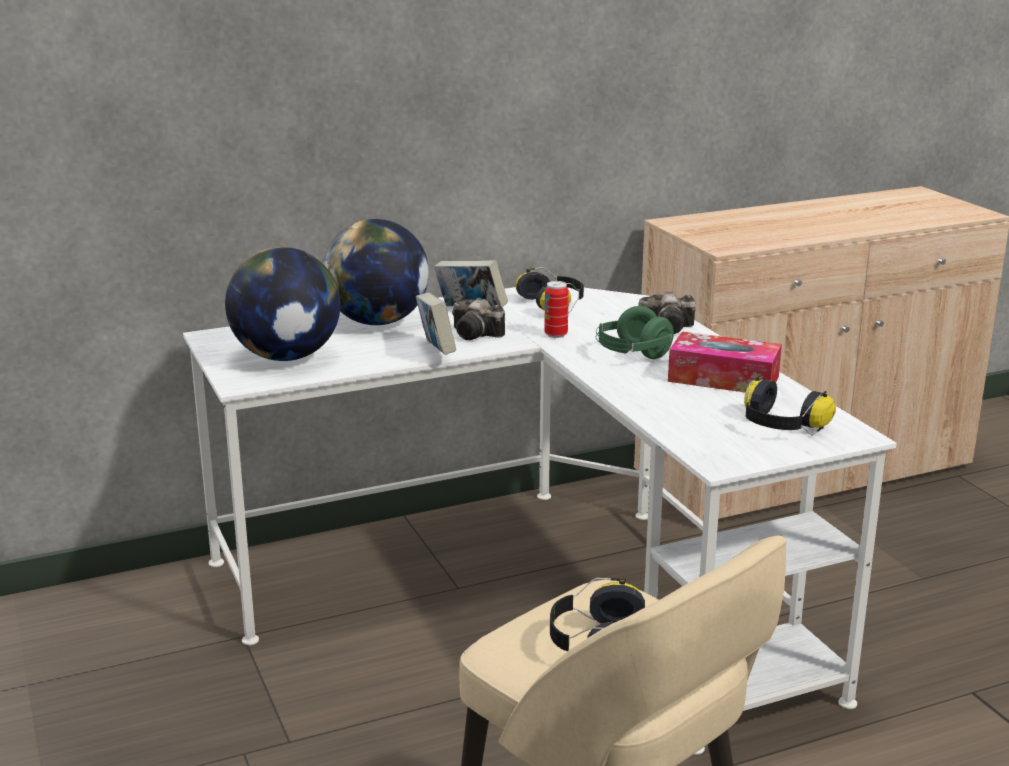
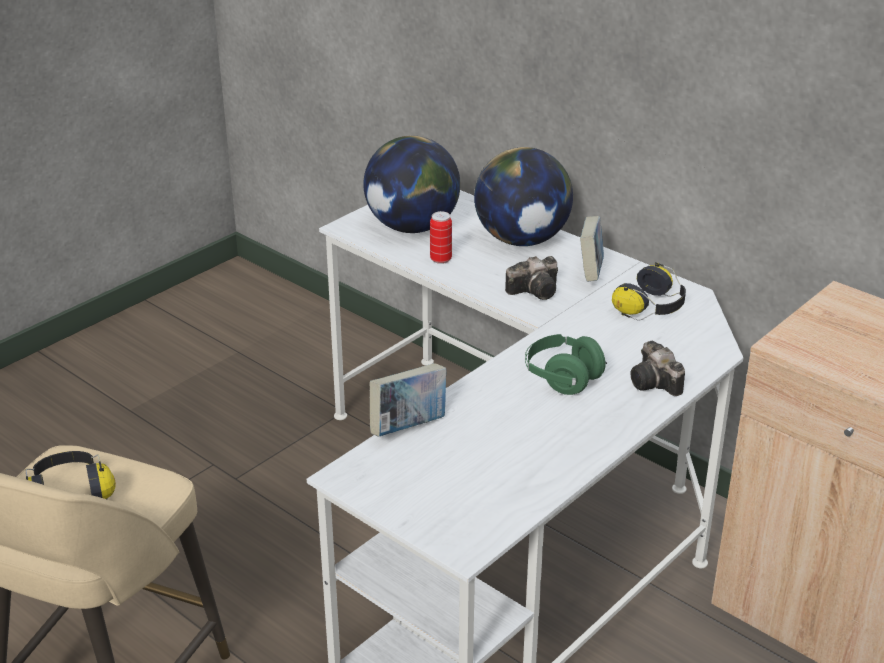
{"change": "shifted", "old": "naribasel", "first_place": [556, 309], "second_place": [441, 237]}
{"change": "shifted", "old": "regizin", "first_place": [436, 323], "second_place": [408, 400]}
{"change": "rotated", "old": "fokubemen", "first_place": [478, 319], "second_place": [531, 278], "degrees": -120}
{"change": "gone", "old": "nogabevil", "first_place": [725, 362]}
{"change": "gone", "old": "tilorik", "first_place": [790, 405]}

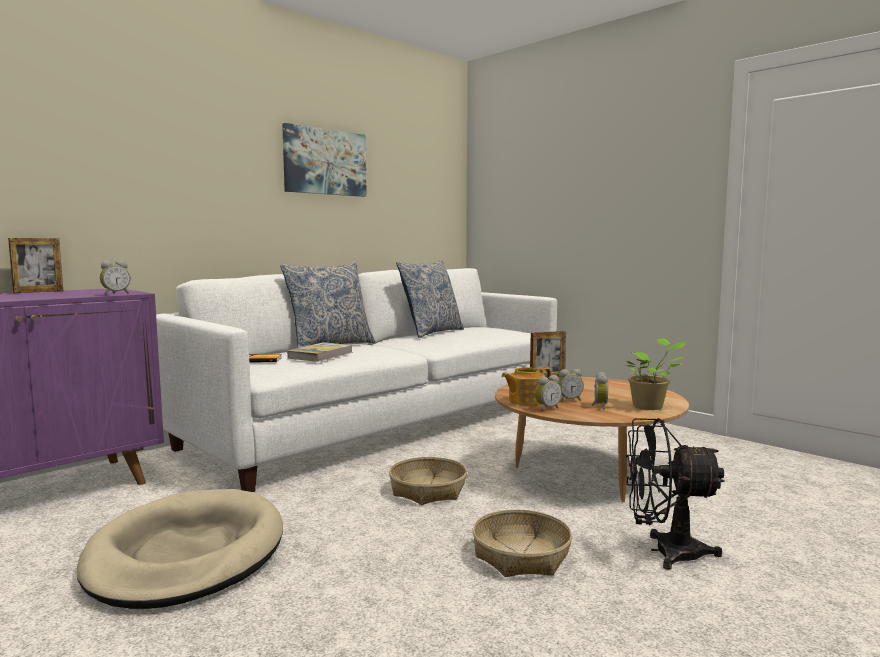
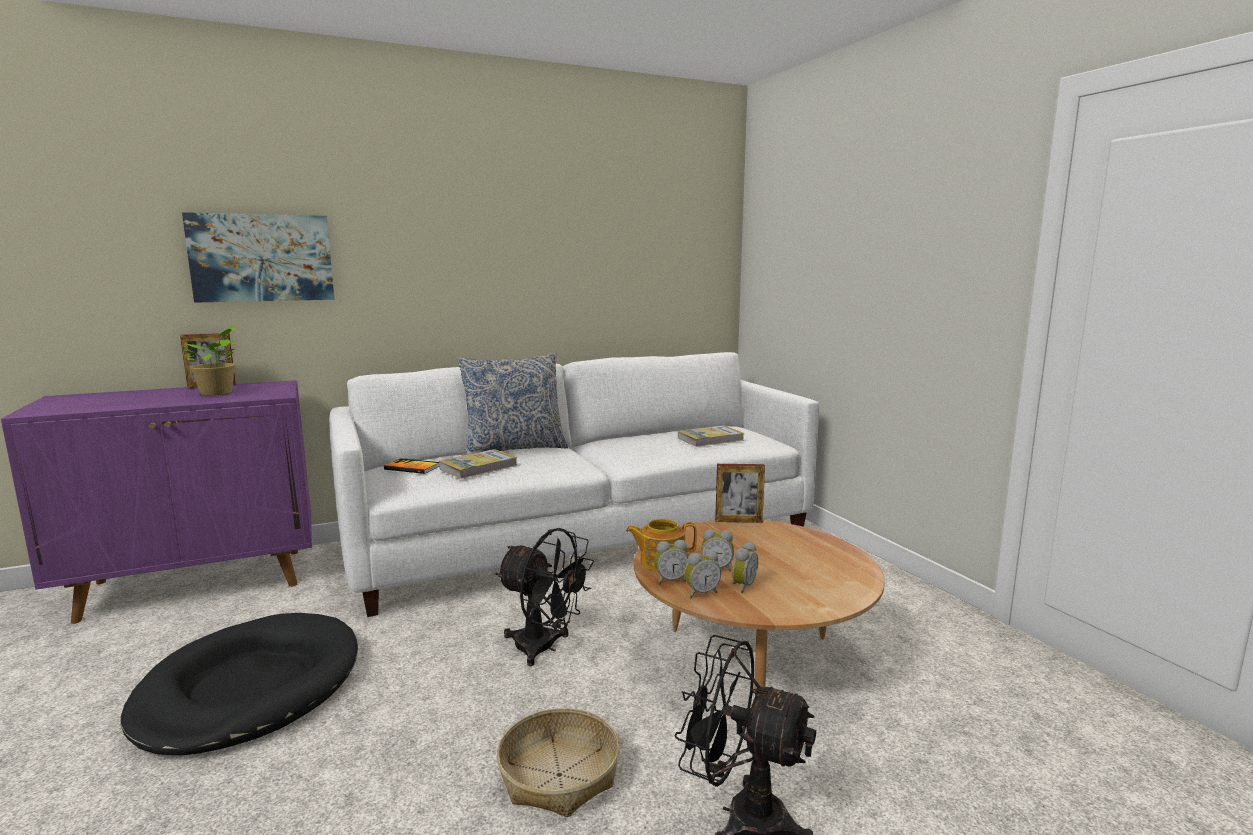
{"change": "shifted", "old": "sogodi", "first_place": [324, 160], "second_place": [258, 257]}
{"change": "shifted", "old": "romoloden", "first_place": [115, 277], "second_place": [702, 574]}
{"change": "gone", "old": "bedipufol", "first_place": [430, 299]}
{"change": "shifted", "old": "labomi", "first_place": [655, 374], "second_place": [210, 360]}
{"change": "swapped", "old": "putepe", "new": "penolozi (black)", "first_place": [428, 481], "second_place": [544, 597]}
{"change": "repainted", "old": "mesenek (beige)", "new": "mesenek (black)", "first_place": [180, 549], "second_place": [239, 684]}
{"change": "new", "new": "regizin", "second_place": [711, 436]}

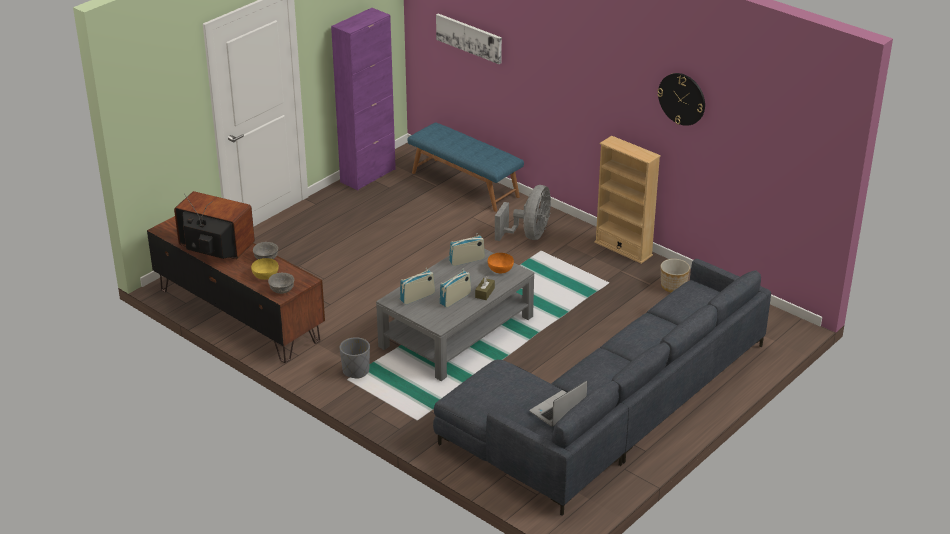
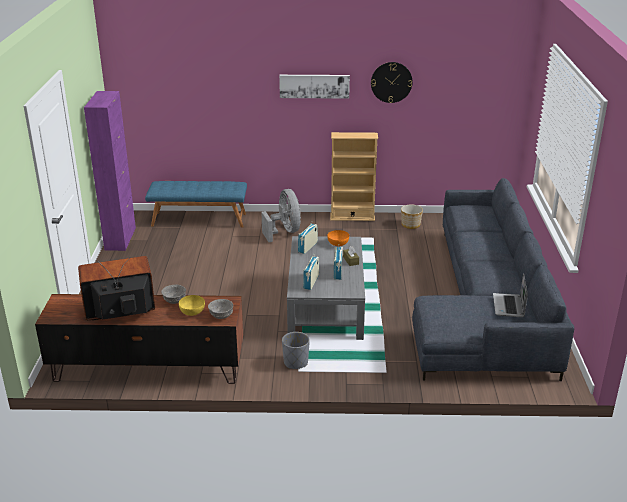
{"change": "shifted", "old": "sogodi", "first_place": [469, 38], "second_place": [314, 87]}

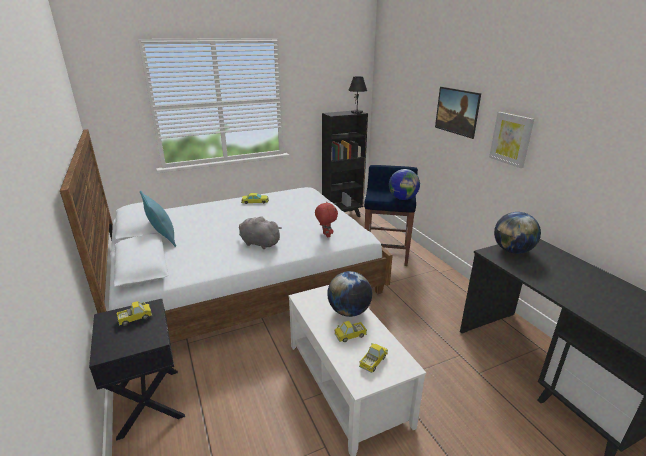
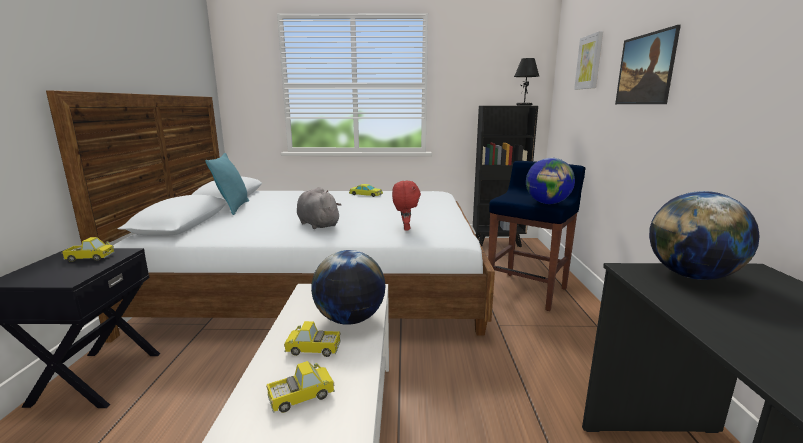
{"change": "shifted", "old": "sogodi", "first_place": [511, 140], "second_place": [588, 60]}

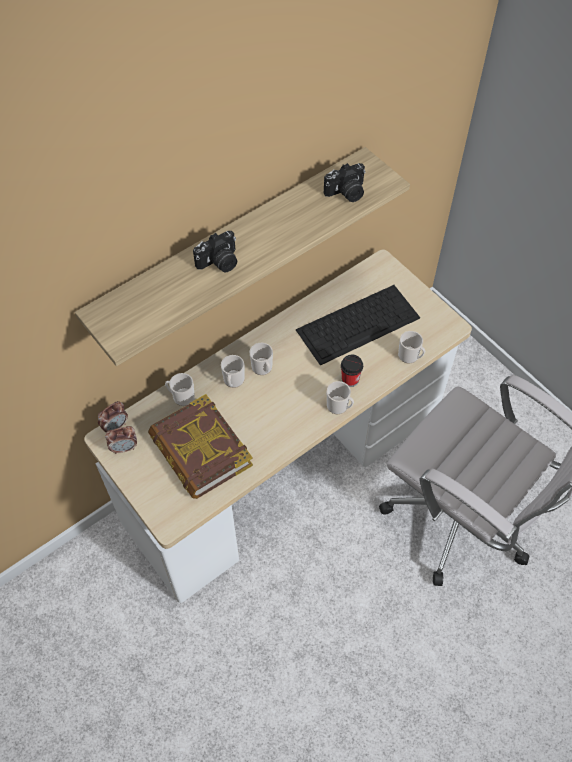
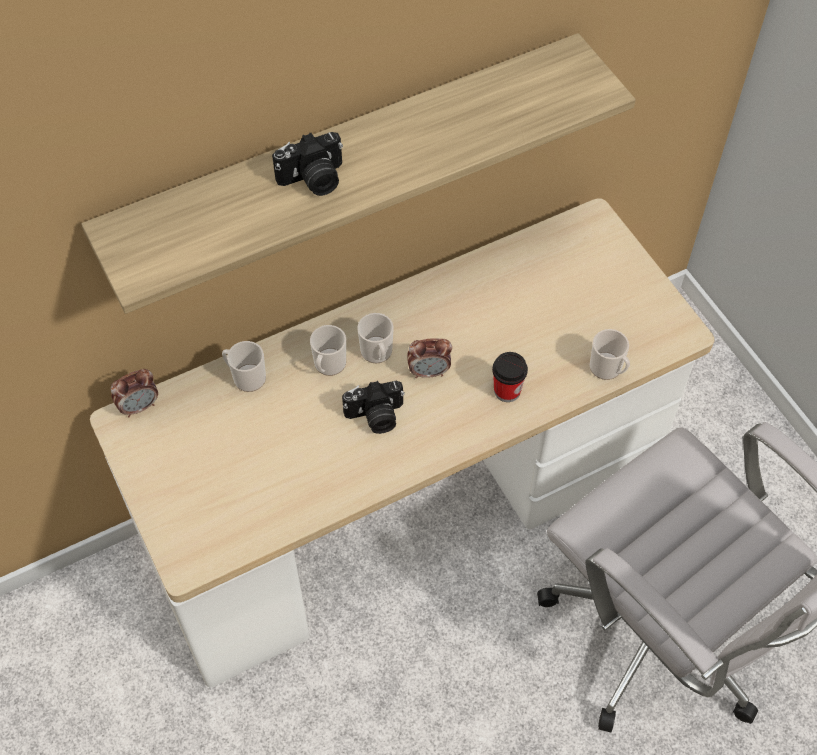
{"change": "shifted", "old": "fokubemen", "first_place": [345, 182], "second_place": [373, 407]}
{"change": "gone", "old": "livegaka", "first_place": [358, 325]}
{"change": "gone", "old": "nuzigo", "first_place": [340, 397]}
{"change": "gone", "old": "regizin", "first_place": [200, 446]}
{"change": "shifted", "old": "romoloden", "first_place": [121, 440], "second_place": [430, 358]}

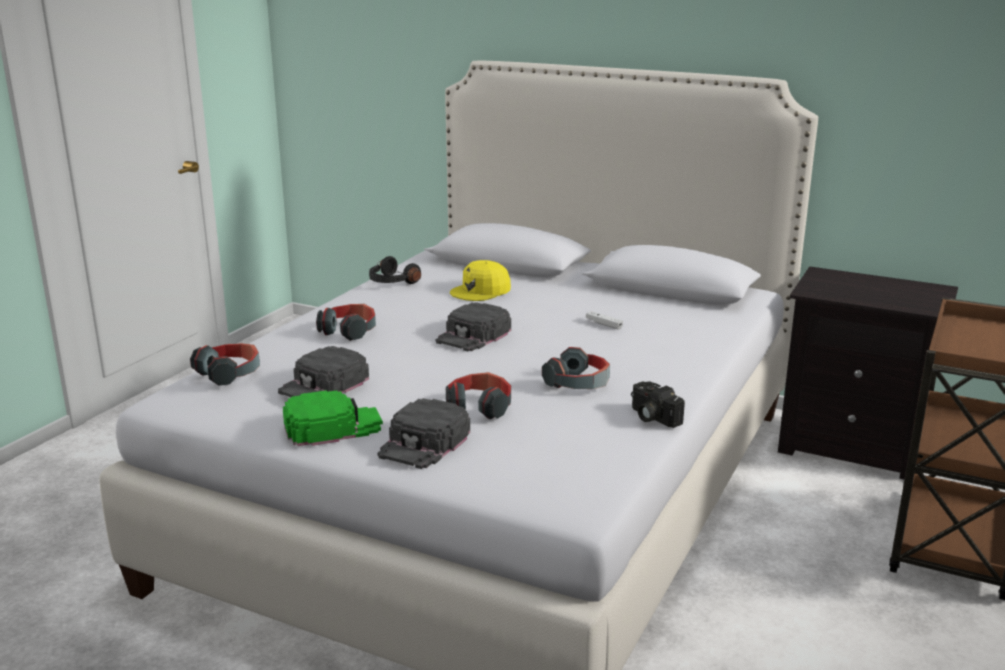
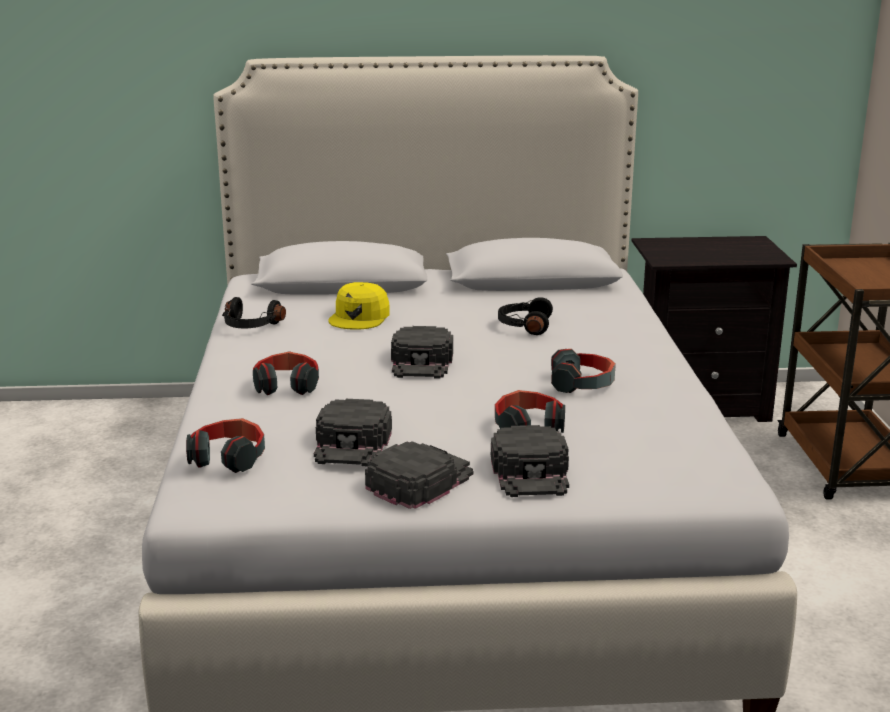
{"change": "swapped", "old": "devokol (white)", "new": "tilorik (black)", "first_place": [604, 320], "second_place": [525, 316]}
{"change": "gone", "old": "fokubemen", "first_place": [658, 404]}
{"change": "repainted", "old": "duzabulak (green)", "new": "duzabulak (black)", "first_place": [333, 418], "second_place": [419, 475]}

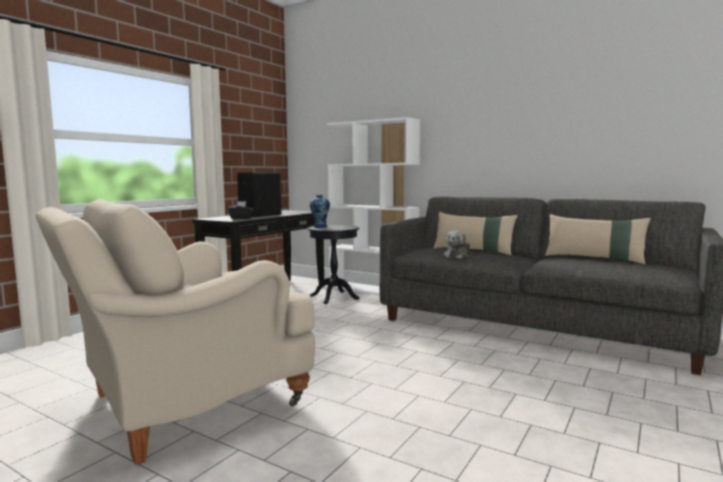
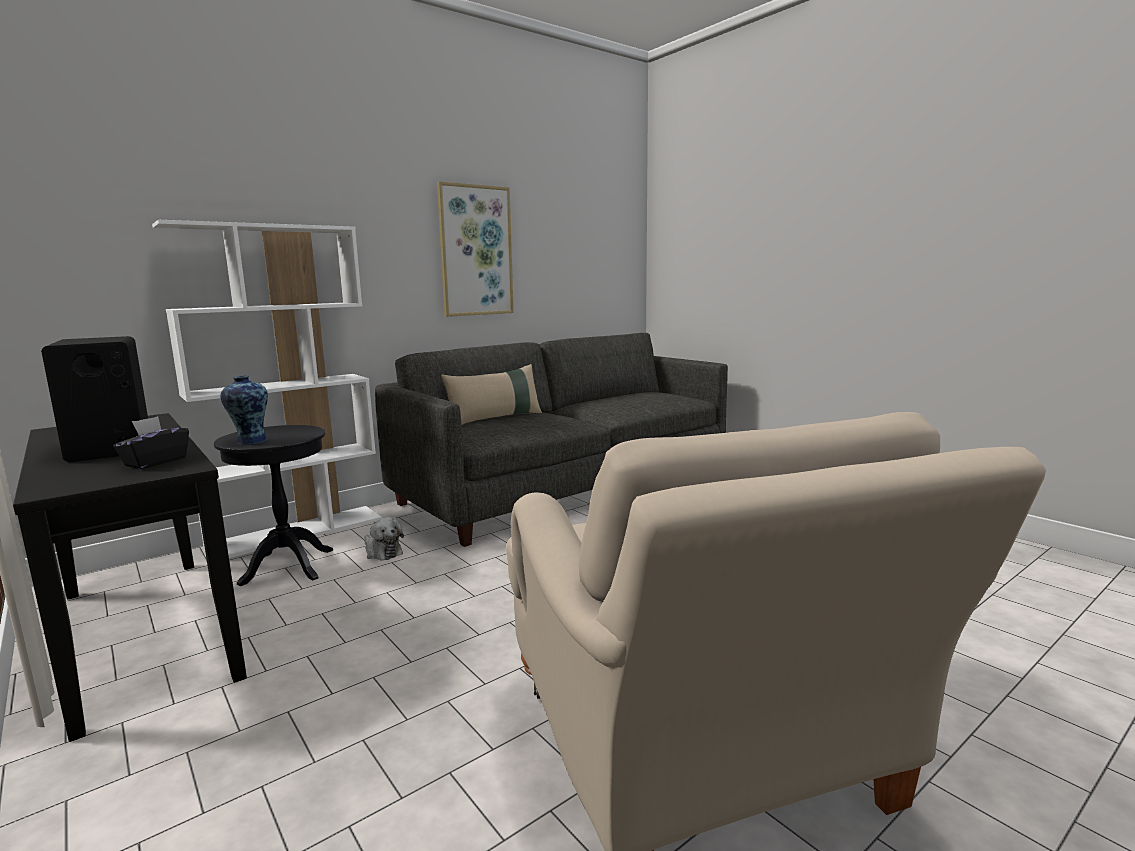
{"change": "gone", "old": "bedipufol (beige)", "first_place": [598, 239]}
{"change": "shifted", "old": "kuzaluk", "first_place": [457, 244], "second_place": [384, 538]}
{"change": "new", "new": "sogodi", "second_place": [475, 249]}

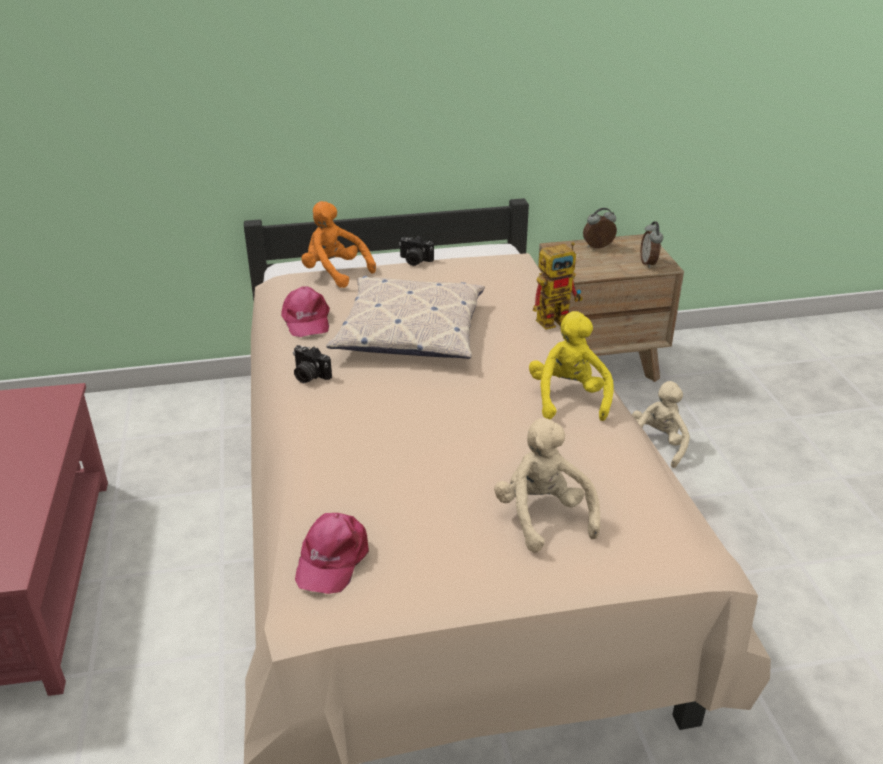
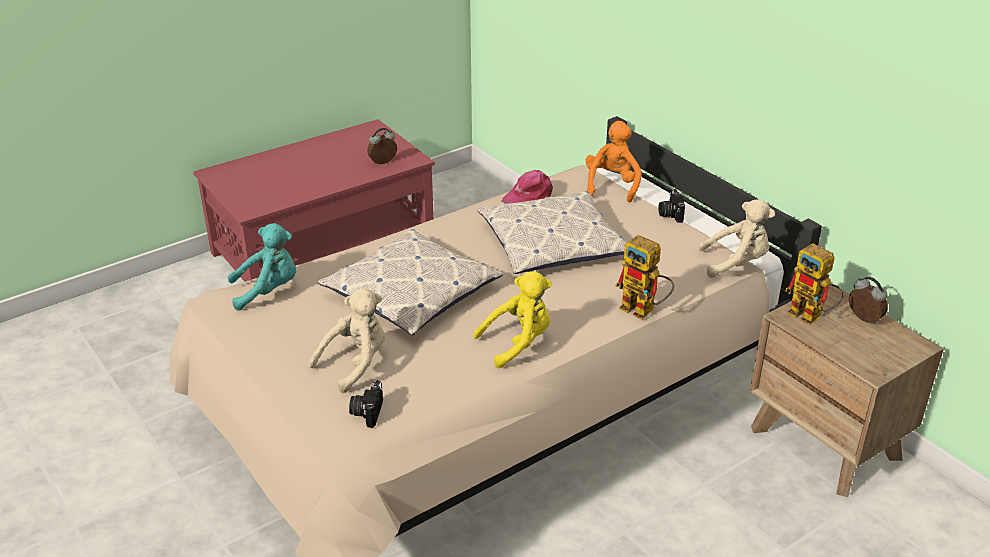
{"change": "shifted", "old": "romoloden", "first_place": [651, 244], "second_place": [382, 146]}
{"change": "shifted", "old": "fokubemen", "first_place": [312, 364], "second_place": [366, 404]}
{"change": "shifted", "old": "kuzaluk (beige)", "first_place": [661, 424], "second_place": [736, 238]}
{"change": "swapped", "old": "duzabulak (pink)", "new": "kuzaluk (turquoise)", "first_place": [332, 553], "second_place": [261, 267]}
{"change": "new", "new": "bedipufol", "second_place": [410, 282]}
{"change": "new", "new": "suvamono", "second_place": [814, 284]}

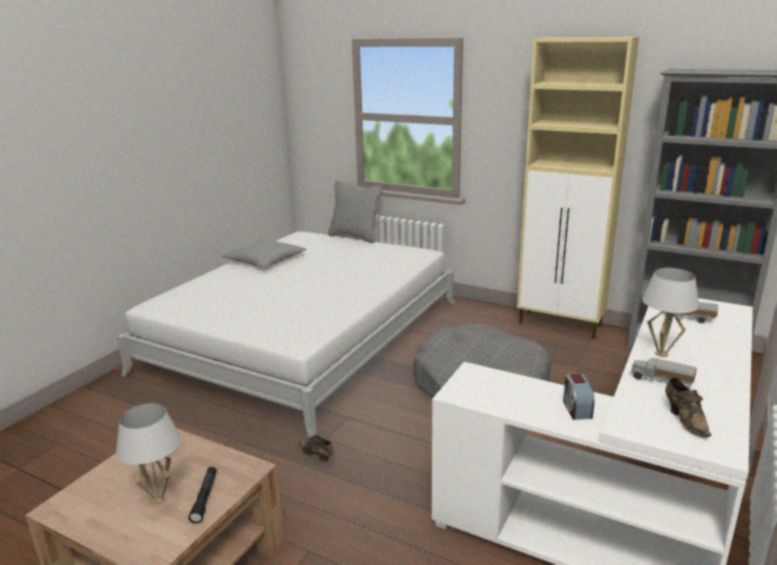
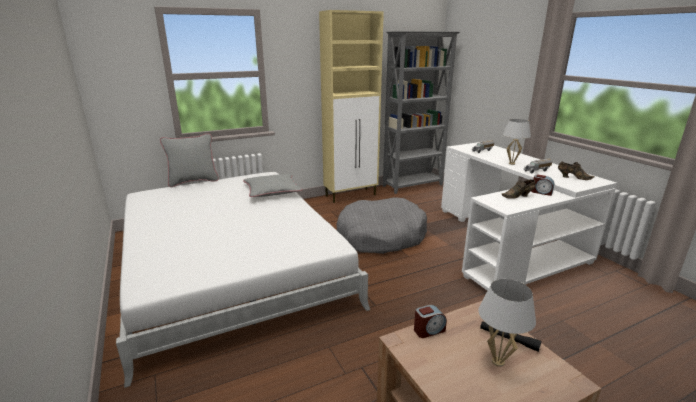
{"change": "shifted", "old": "bedipufol (grey)", "first_place": [264, 253], "second_place": [273, 185]}
{"change": "shifted", "old": "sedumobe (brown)", "first_place": [316, 448], "second_place": [518, 189]}
{"change": "new", "new": "romoloden", "second_place": [430, 321]}

